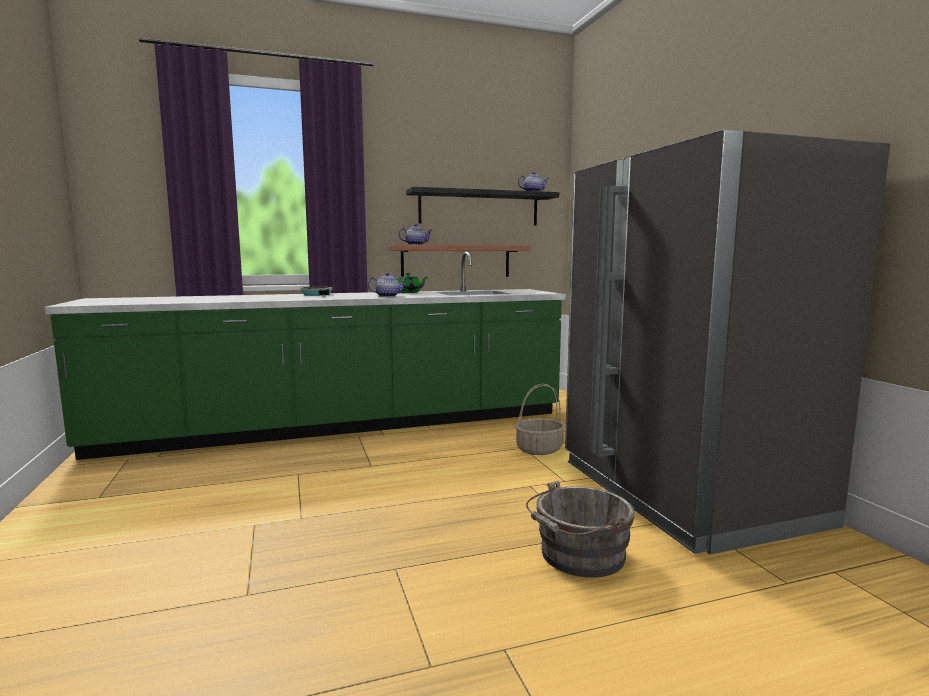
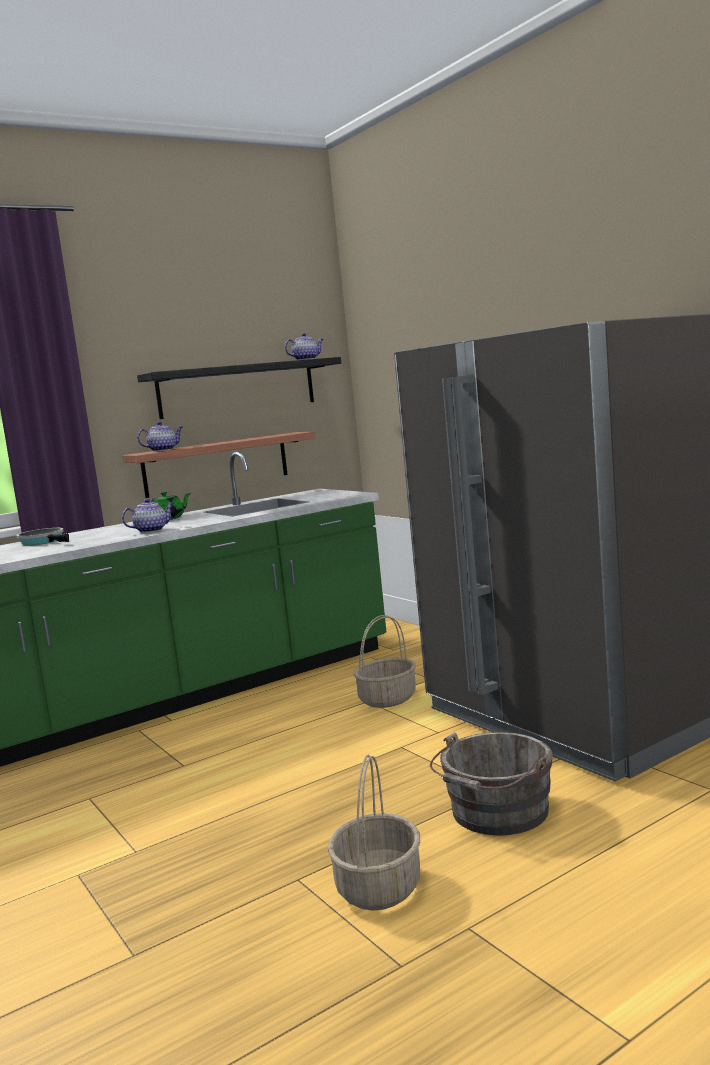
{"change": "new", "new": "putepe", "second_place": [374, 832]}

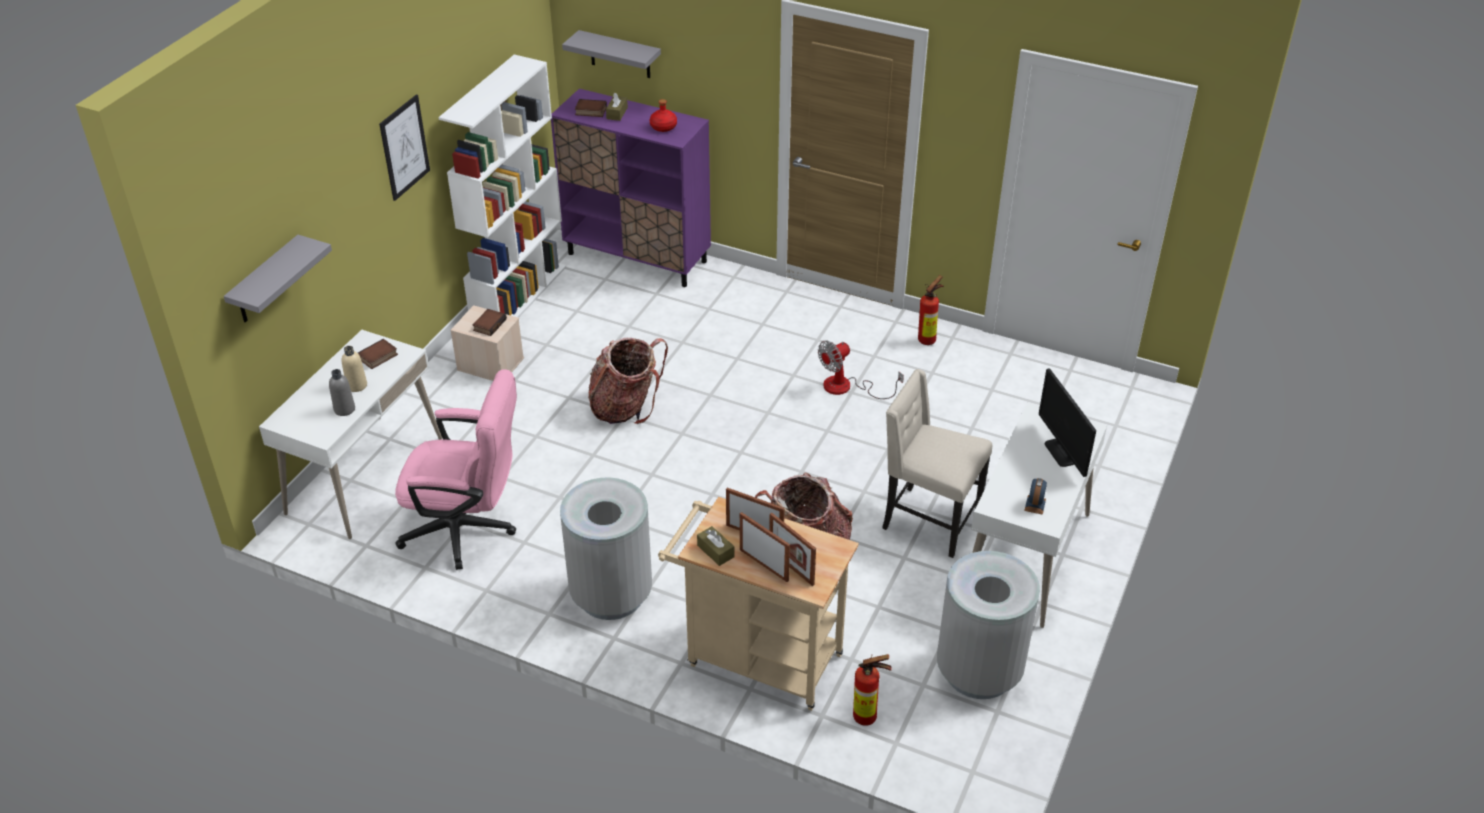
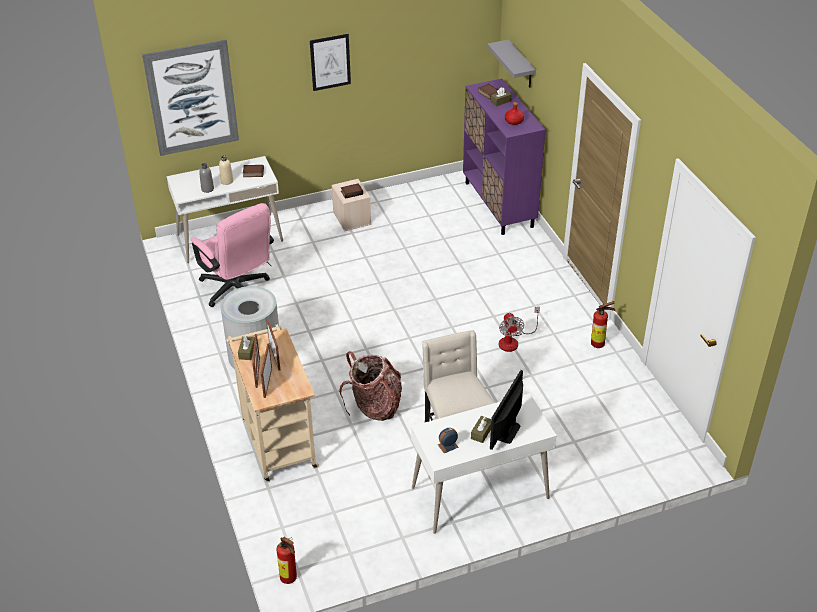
{"change": "gone", "old": "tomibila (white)", "first_place": [502, 186]}
{"change": "swapped", "old": "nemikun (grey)", "new": "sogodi", "first_place": [278, 278], "second_place": [190, 98]}
{"change": "gone", "old": "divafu", "first_place": [628, 381]}
{"change": "rotated", "old": "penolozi", "first_place": [861, 370], "second_place": [519, 329], "degrees": -105}
{"change": "gone", "old": "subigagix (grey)", "first_place": [988, 625]}
{"change": "shifted", "old": "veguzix", "first_place": [872, 690], "second_place": [287, 560]}
{"change": "new", "new": "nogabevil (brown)", "second_place": [481, 429]}

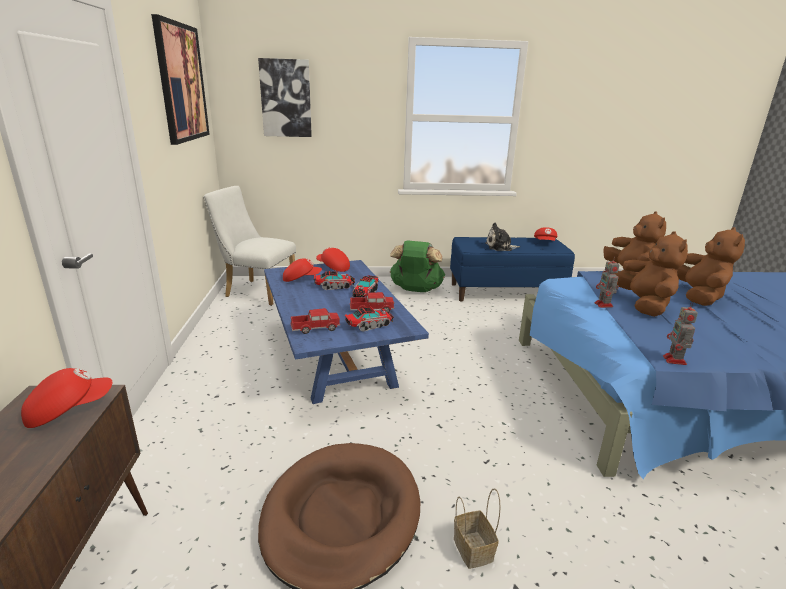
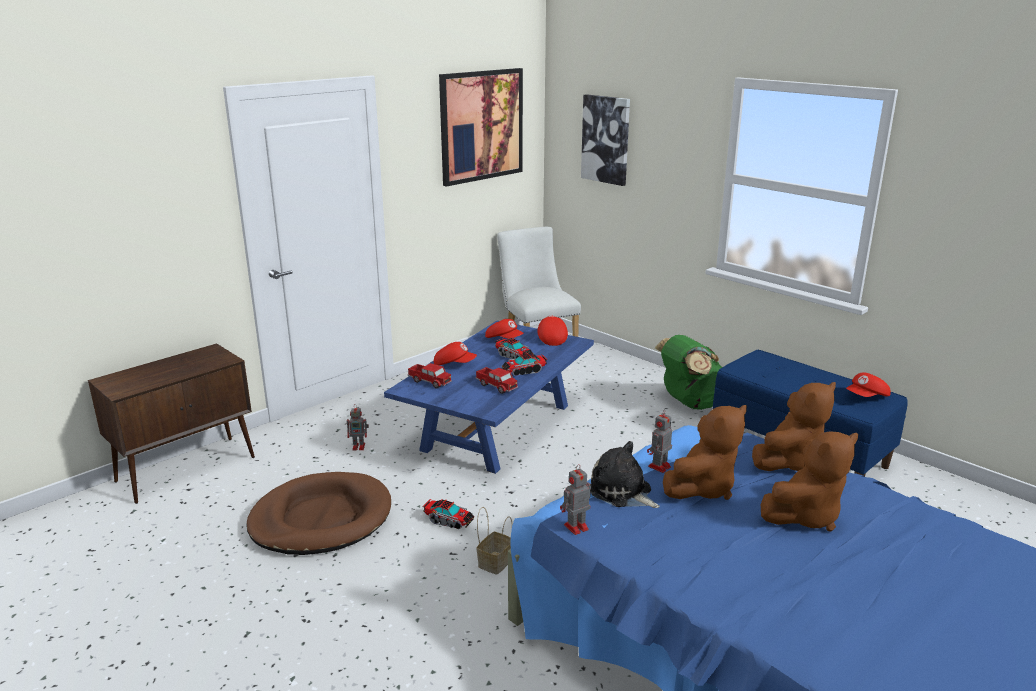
{"change": "shifted", "old": "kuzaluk", "first_place": [502, 236], "second_place": [625, 474]}
{"change": "shifted", "old": "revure", "first_place": [369, 318], "second_place": [448, 514]}
{"change": "shifted", "old": "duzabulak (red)", "first_place": [66, 398], "second_place": [455, 353]}
{"change": "shifted", "old": "putepe", "first_place": [477, 528], "second_place": [494, 541]}
{"change": "new", "new": "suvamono", "second_place": [358, 427]}

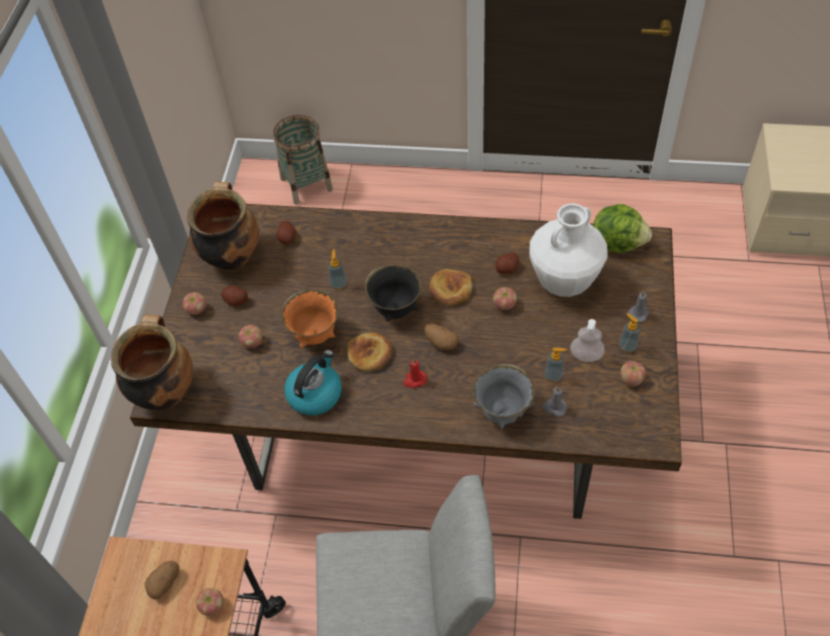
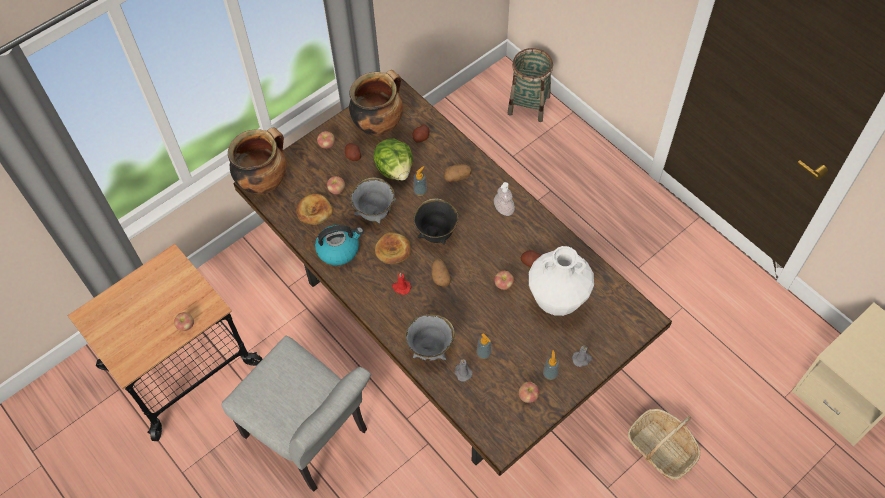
{"change": "shifted", "old": "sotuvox", "first_place": [622, 228], "second_place": [393, 160]}
{"change": "shifted", "old": "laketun", "first_place": [451, 287], "second_place": [314, 209]}
{"change": "repainted", "old": "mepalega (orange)", "new": "mepalega (grey)", "first_place": [310, 318], "second_place": [373, 200]}
{"change": "shifted", "old": "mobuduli", "first_place": [587, 340], "second_place": [504, 199]}
{"change": "shifted", "old": "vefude", "first_place": [162, 580], "second_place": [458, 173]}
{"change": "new", "new": "putepe", "second_place": [663, 444]}

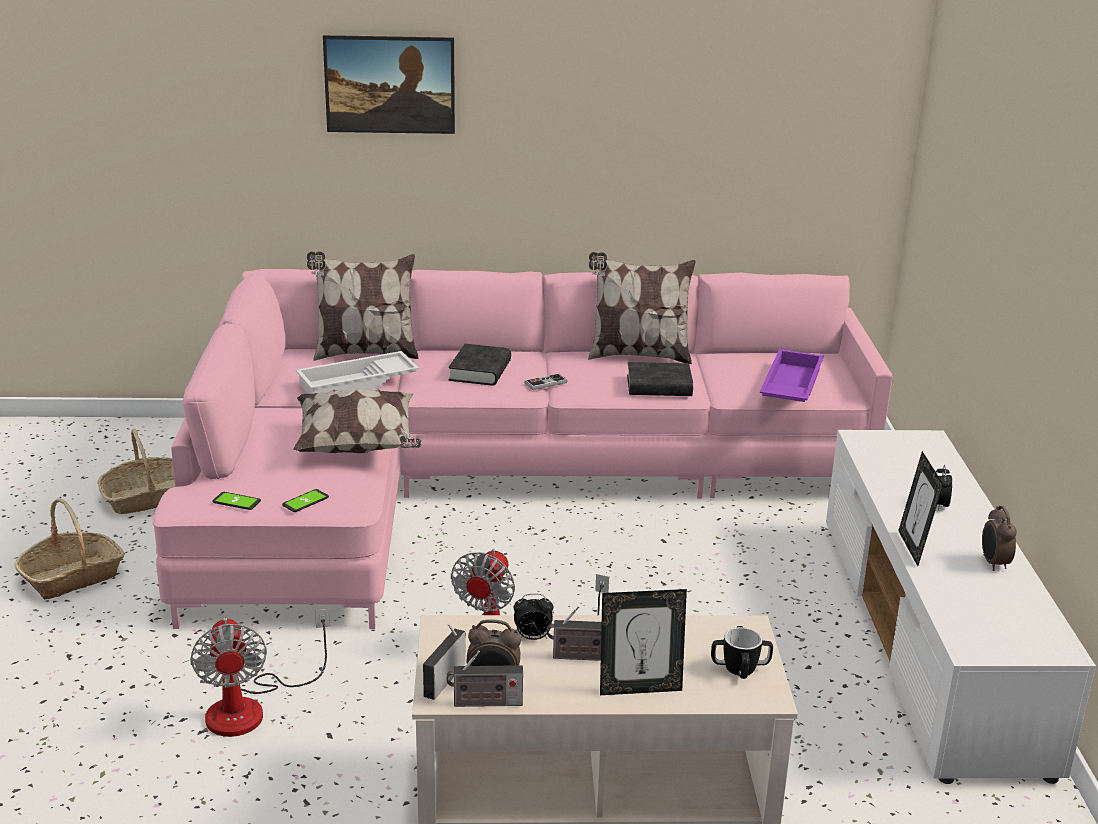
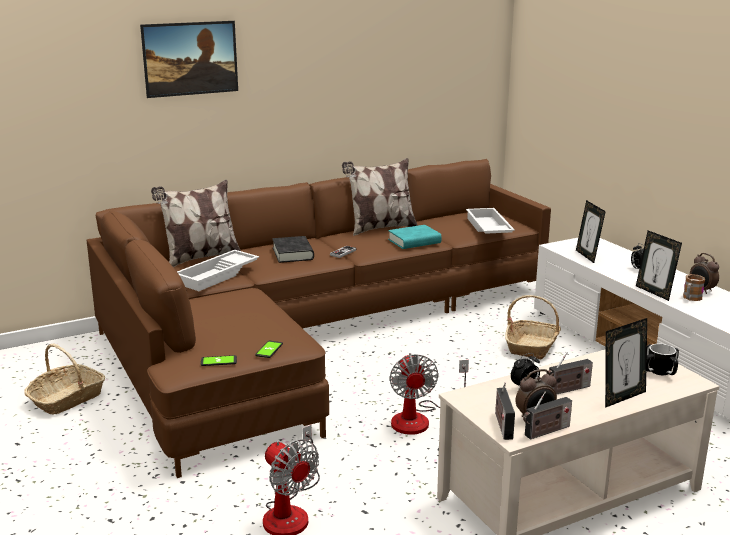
{"change": "repainted", "old": "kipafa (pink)", "new": "kipafa (brown)", "first_place": [522, 449], "second_place": [319, 318]}
{"change": "repainted", "old": "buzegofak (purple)", "new": "buzegofak (white)", "first_place": [792, 375], "second_place": [490, 221]}
{"change": "repainted", "old": "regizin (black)", "new": "regizin (turquoise)", "first_place": [660, 379], "second_place": [414, 237]}
{"change": "gone", "old": "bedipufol", "first_place": [357, 420]}
{"change": "shifted", "old": "putepe", "first_place": [69, 548], "second_place": [533, 327]}
{"change": "new", "new": "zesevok", "second_place": [591, 231]}
{"change": "new", "new": "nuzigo", "second_place": [694, 287]}

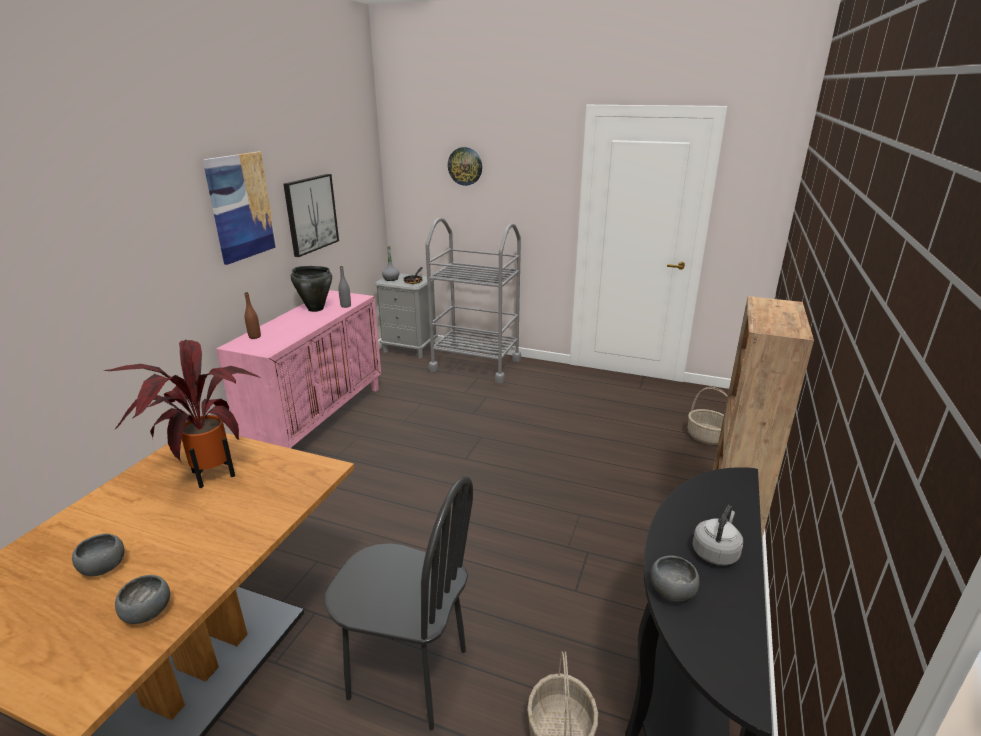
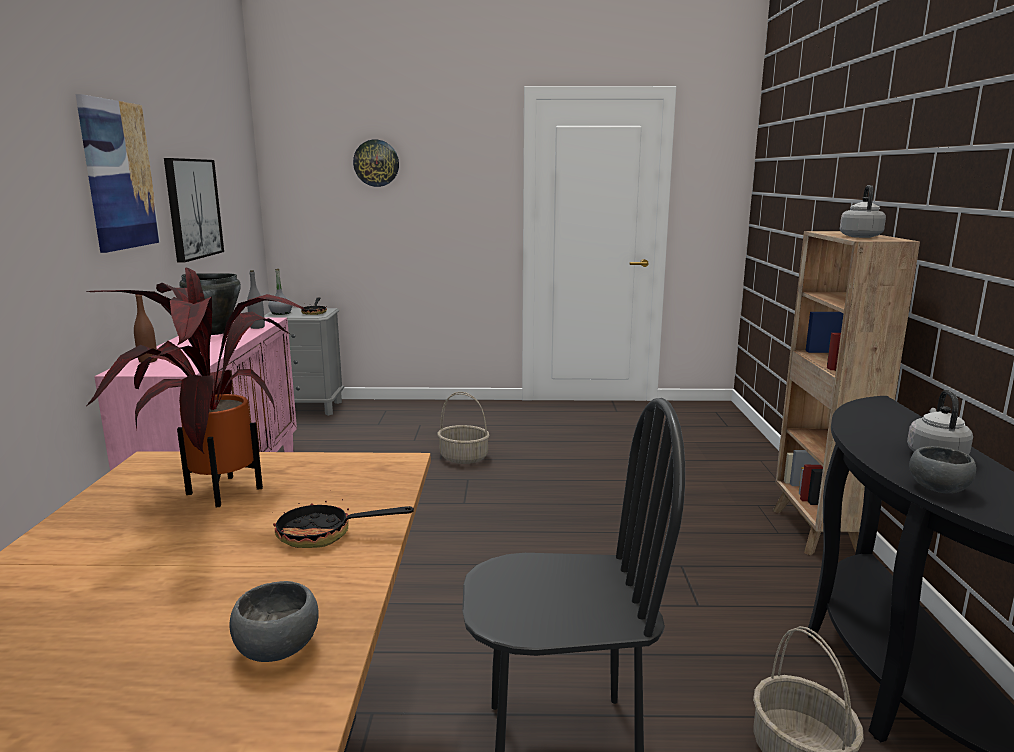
{"change": "gone", "old": "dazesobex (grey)", "first_place": [473, 300]}
{"change": "shifted", "old": "putepe", "first_place": [708, 416], "second_place": [463, 428]}
{"change": "gone", "old": "mepalega (grey)", "first_place": [98, 555]}
{"change": "new", "new": "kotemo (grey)", "second_place": [863, 211]}
{"change": "new", "new": "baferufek", "second_place": [343, 523]}

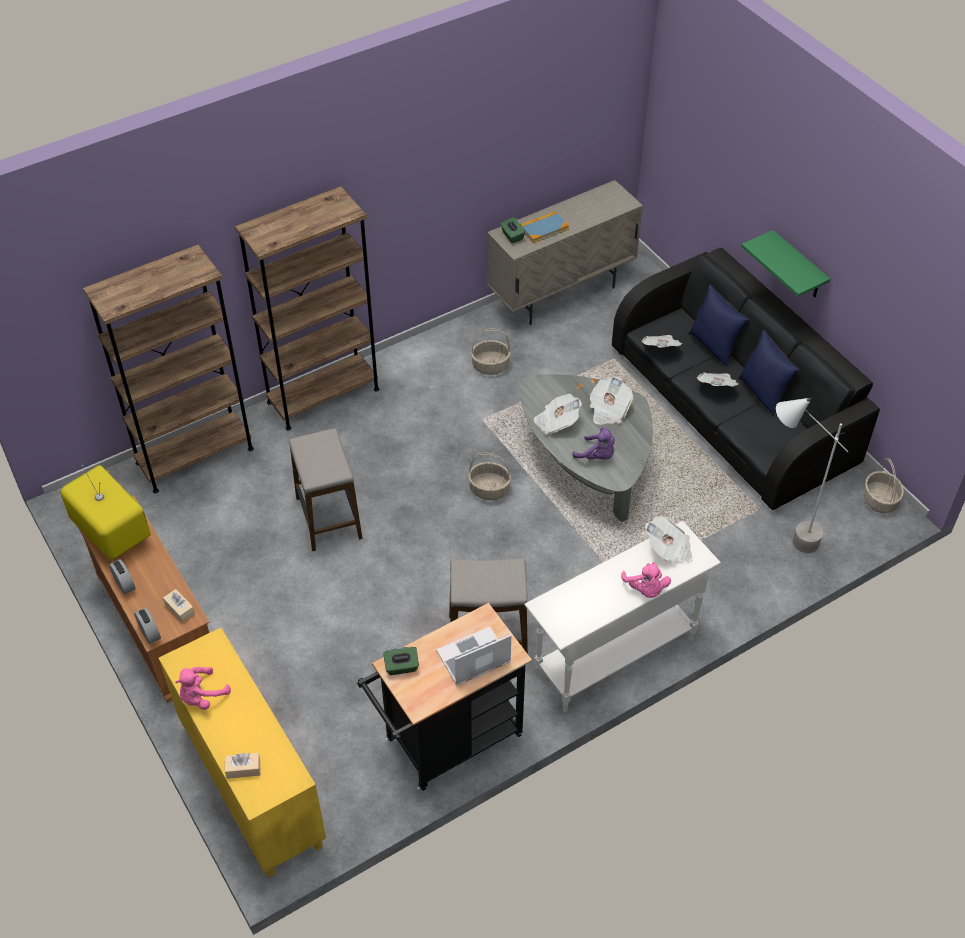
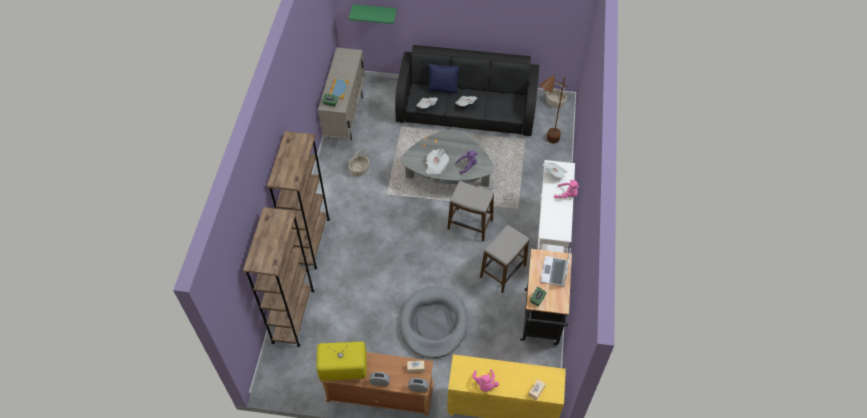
{"change": "shifted", "old": "nemikun (green)", "first_place": [785, 263], "second_place": [373, 14]}
{"change": "gone", "old": "bedipufol (blue)", "first_place": [769, 373]}
{"change": "gone", "old": "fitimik", "first_place": [611, 400]}
{"change": "repainted", "old": "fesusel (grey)", "new": "fesusel (brown)", "first_place": [812, 475], "second_place": [554, 108]}
{"change": "shifted", "old": "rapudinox", "first_place": [326, 489], "second_place": [470, 211]}
{"change": "gone", "old": "putepe", "first_place": [489, 476]}
{"change": "new", "new": "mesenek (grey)", "second_place": [433, 322]}

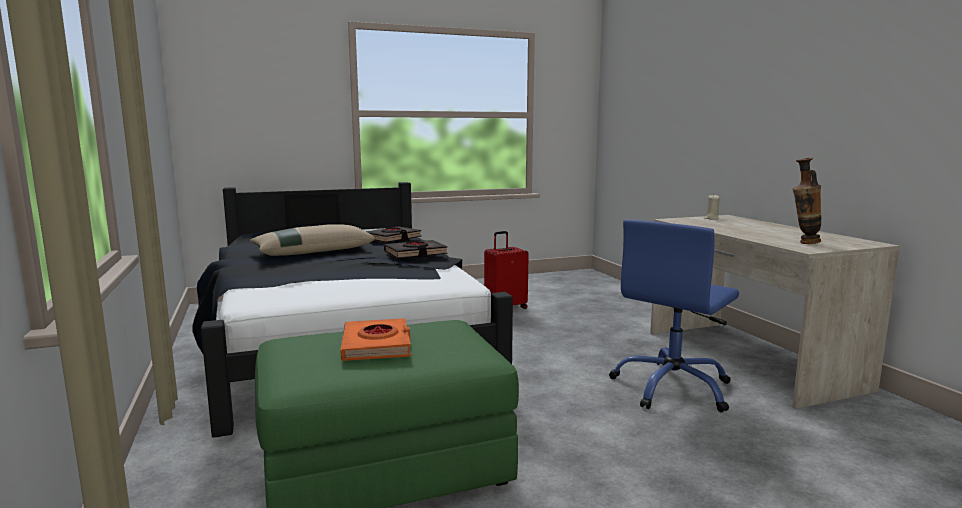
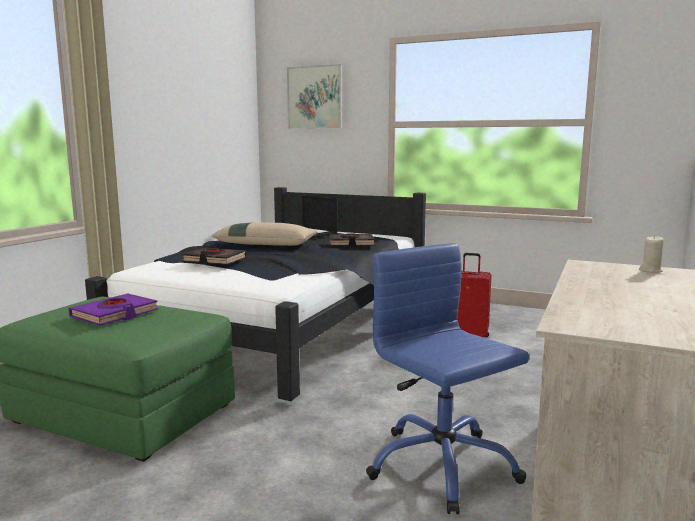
{"change": "gone", "old": "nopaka", "first_place": [807, 201]}
{"change": "rotated", "old": "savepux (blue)", "first_place": [674, 316], "second_place": [447, 378], "degrees": 60}
{"change": "shifted", "old": "regizin (black)", "first_place": [416, 249], "second_place": [214, 256]}
{"change": "repainted", "old": "regizin (orange)", "new": "regizin (purple)", "first_place": [375, 339], "second_place": [113, 310]}
{"change": "new", "new": "sogodi", "second_place": [314, 96]}

